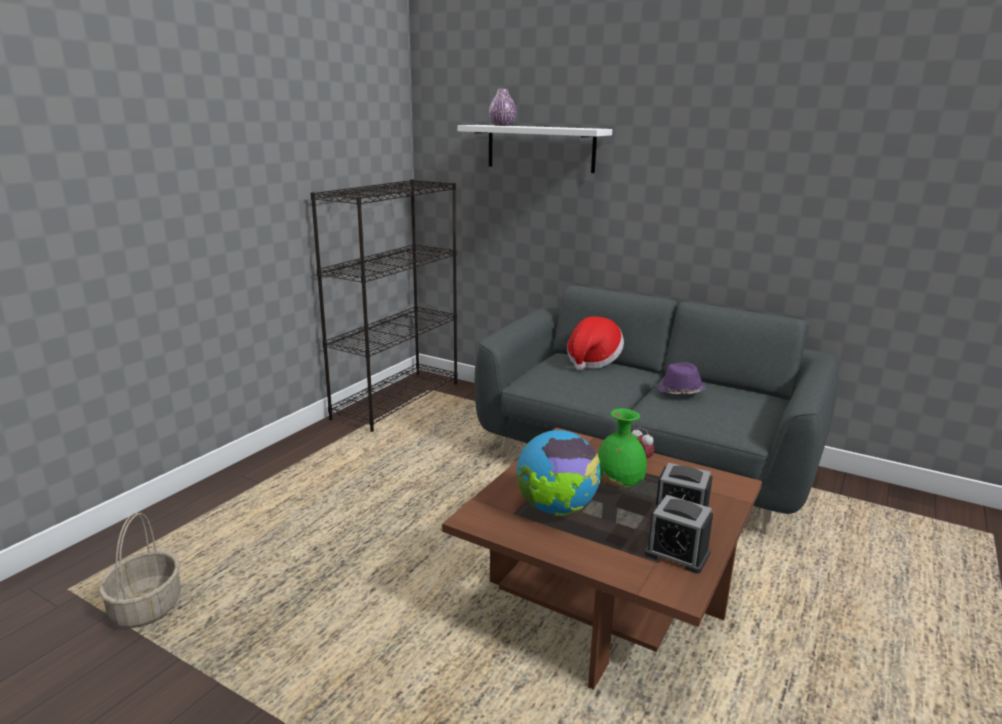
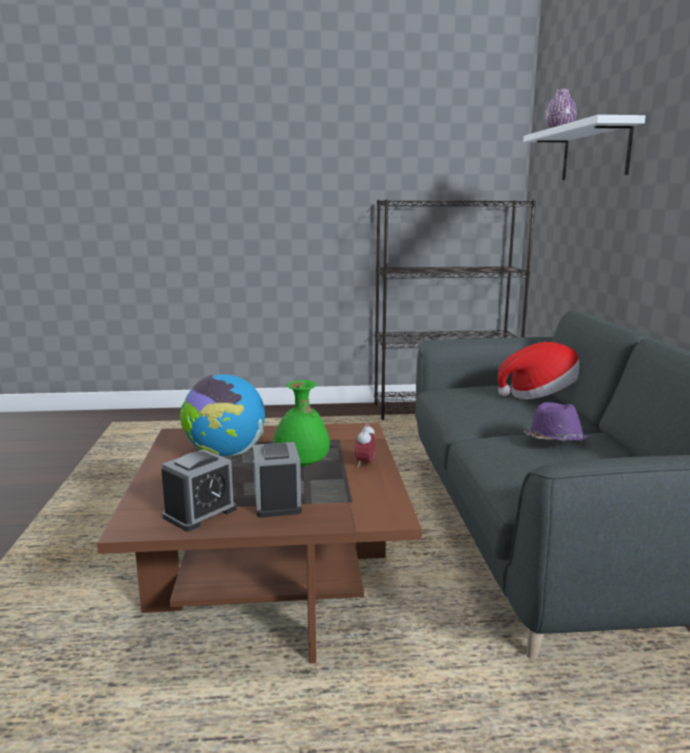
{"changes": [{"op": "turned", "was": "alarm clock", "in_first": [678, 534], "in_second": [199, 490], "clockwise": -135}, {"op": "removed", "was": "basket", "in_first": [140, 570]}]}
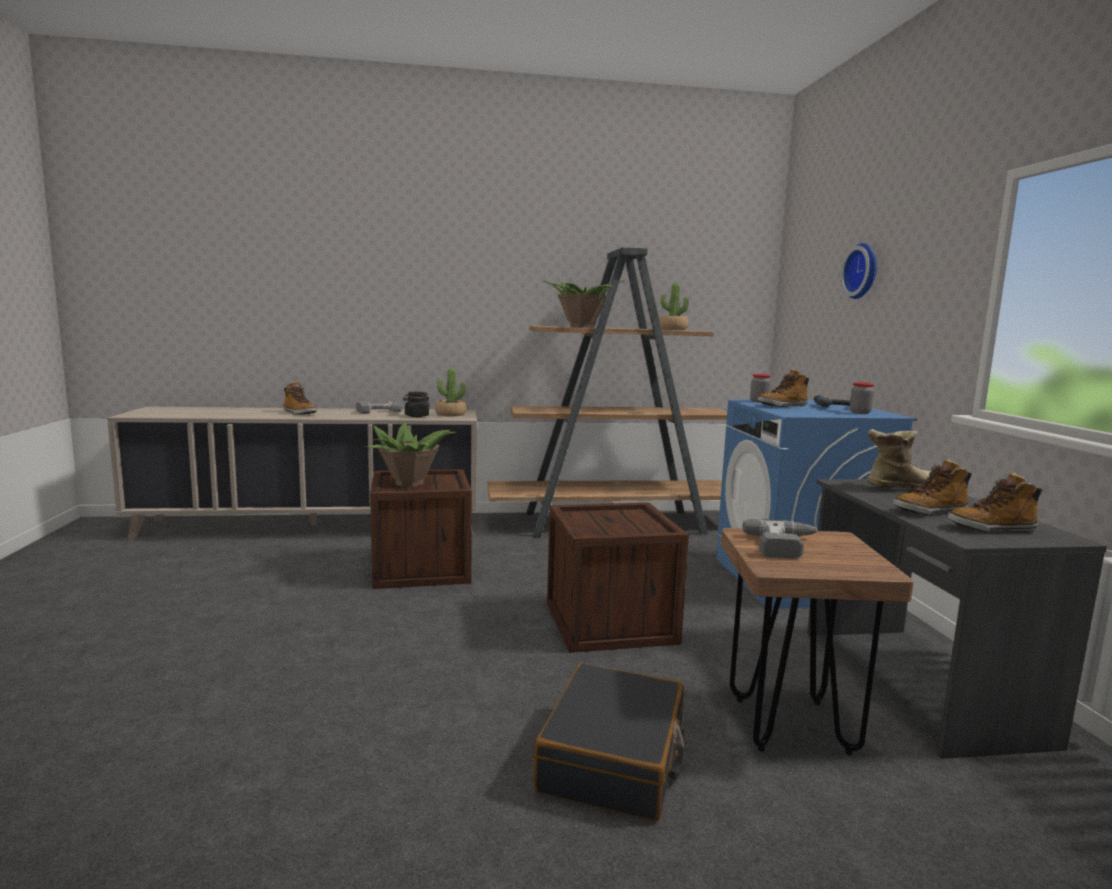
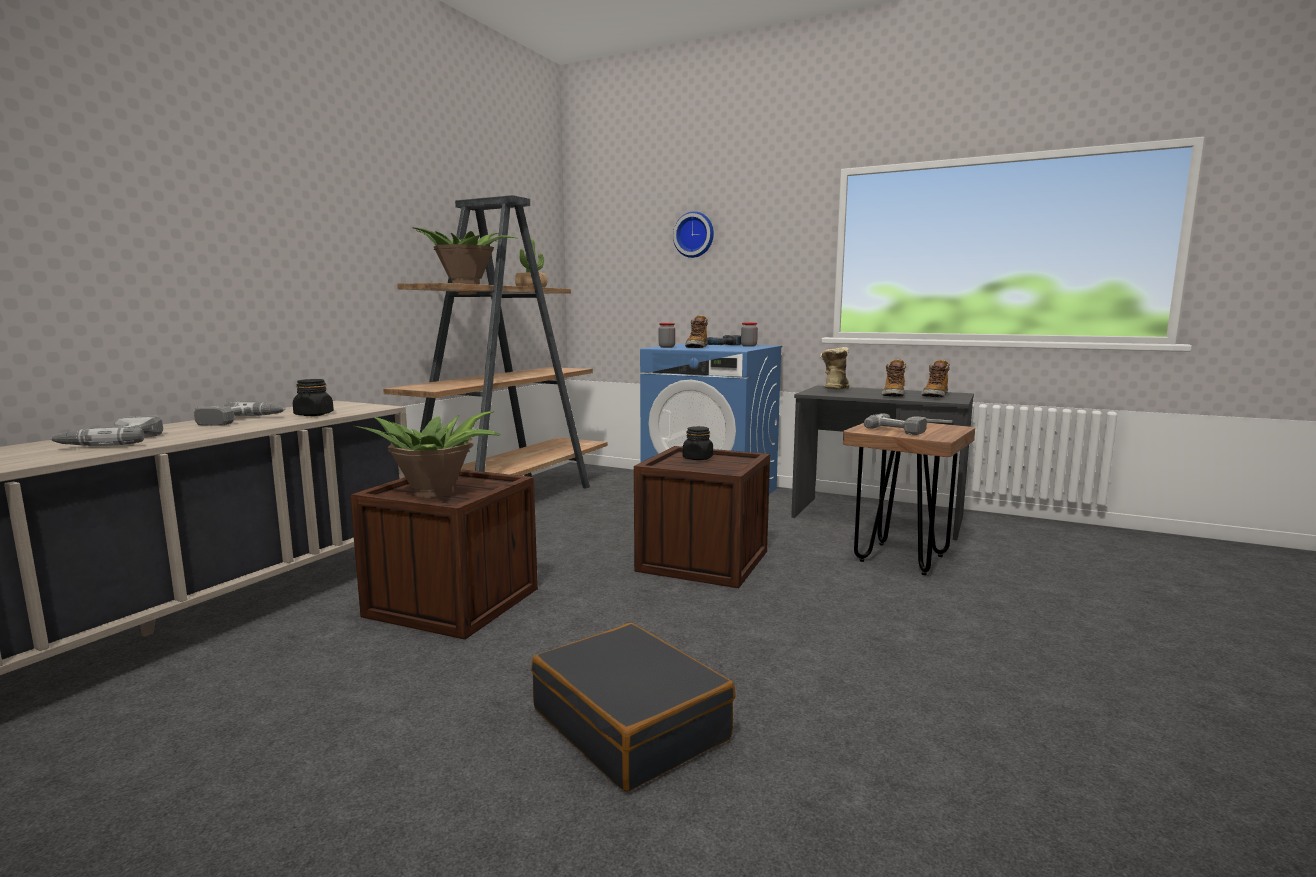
{"changes": [{"op": "removed", "was": "potted plant", "in_first": [451, 392]}, {"op": "replaced", "was": "boot", "now": "power drill", "in_first": [300, 398], "in_second": [106, 431]}, {"op": "moved", "was": "suitcase/black", "in_first": [609, 742], "in_second": [633, 707]}, {"op": "added", "now": "jar/black", "in_second": [698, 443]}]}
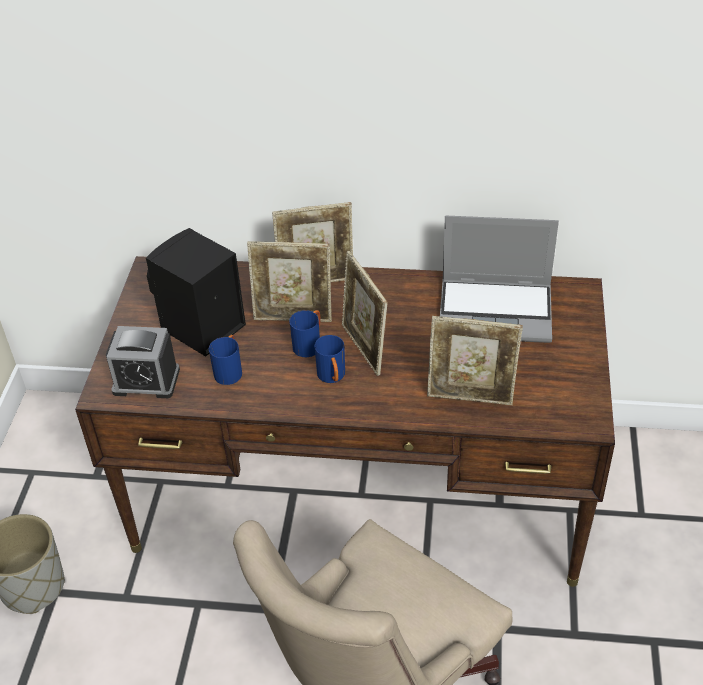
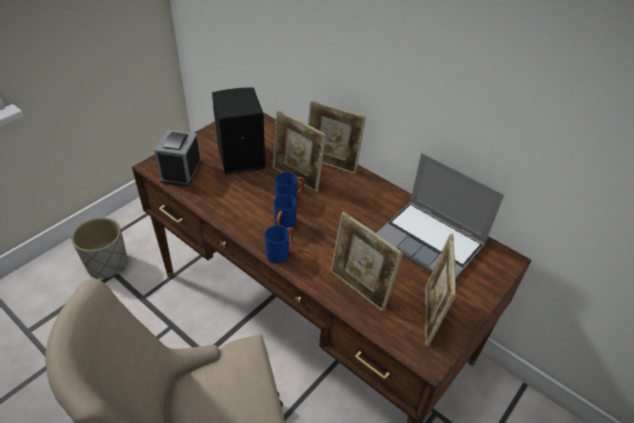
{"changes": [{"op": "moved", "was": "picture frame", "in_first": [364, 313], "in_second": [440, 290]}, {"op": "turned", "was": "alarm clock", "in_first": [143, 362], "in_second": [178, 158], "clockwise": 60}, {"op": "moved", "was": "mug/blue", "in_first": [225, 360], "in_second": [279, 244]}]}
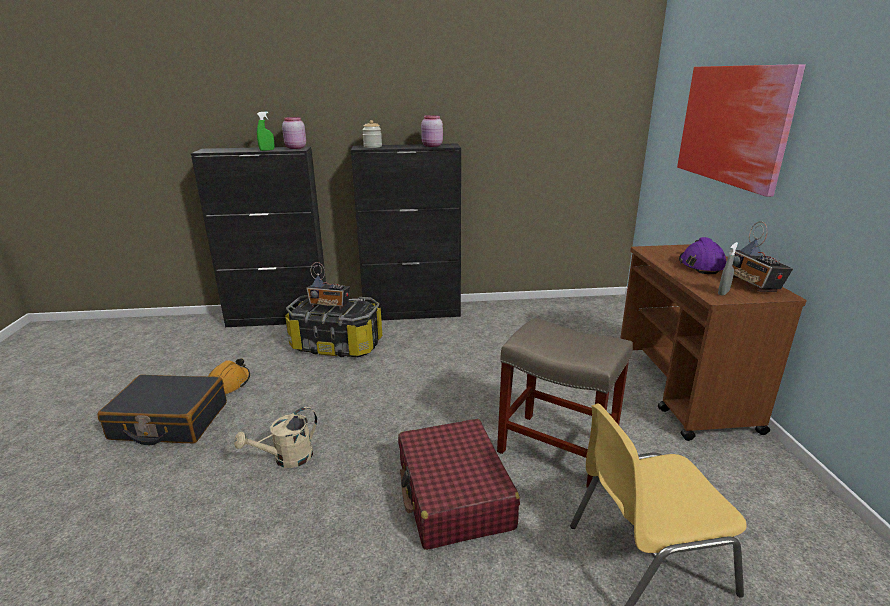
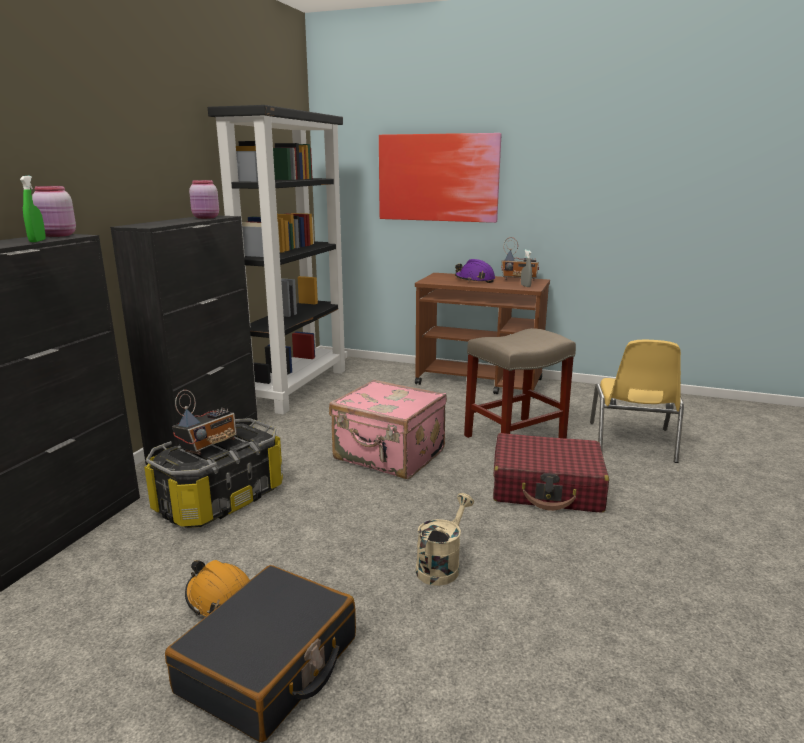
{"changes": [{"op": "removed", "was": "jar", "in_first": [372, 134]}, {"op": "turned", "was": "watering can/beige", "in_first": [275, 437], "in_second": [445, 539], "clockwise": -135}, {"op": "added", "now": "bookcase/black", "in_second": [277, 260]}, {"op": "added", "now": "suitcase/pink", "in_second": [388, 429]}]}
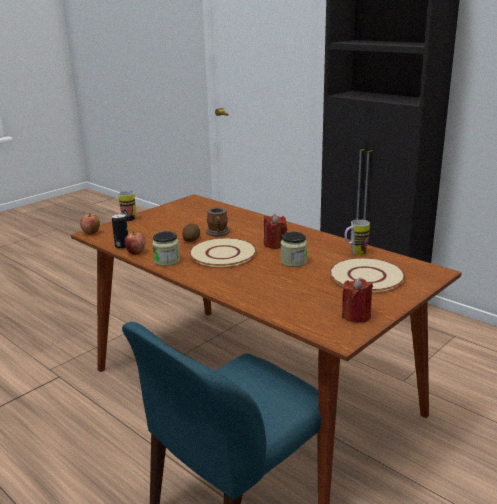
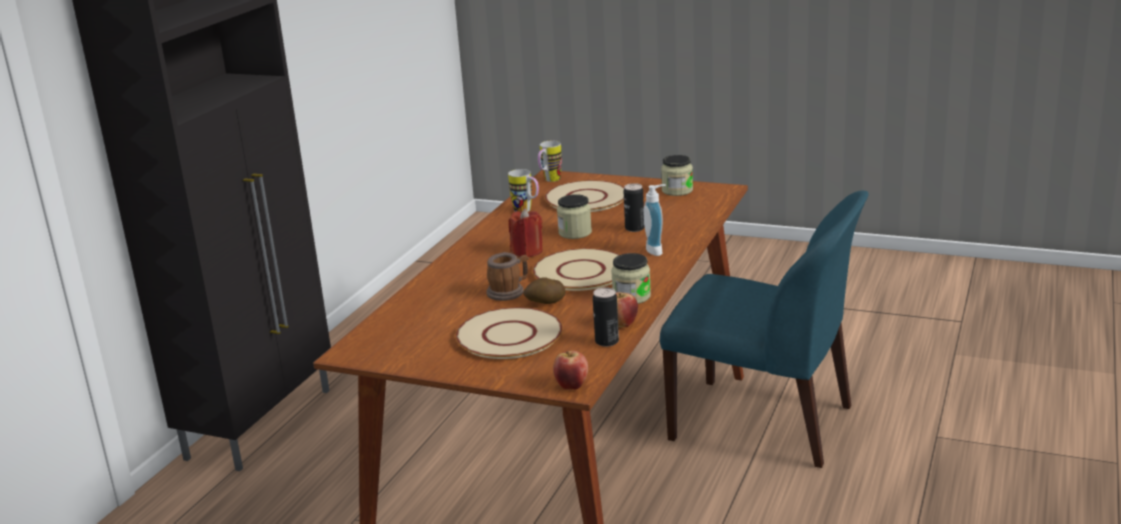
{"changes": [{"op": "moved", "was": "mug", "in_first": [126, 206], "in_second": [550, 161]}, {"op": "replaced", "was": "candle/red", "now": "jar", "in_first": [357, 300], "in_second": [677, 175]}, {"op": "added", "now": "can", "in_second": [634, 207]}, {"op": "added", "now": "soap dispenser", "in_second": [655, 220]}, {"op": "added", "now": "plate/beige", "in_second": [509, 333]}]}
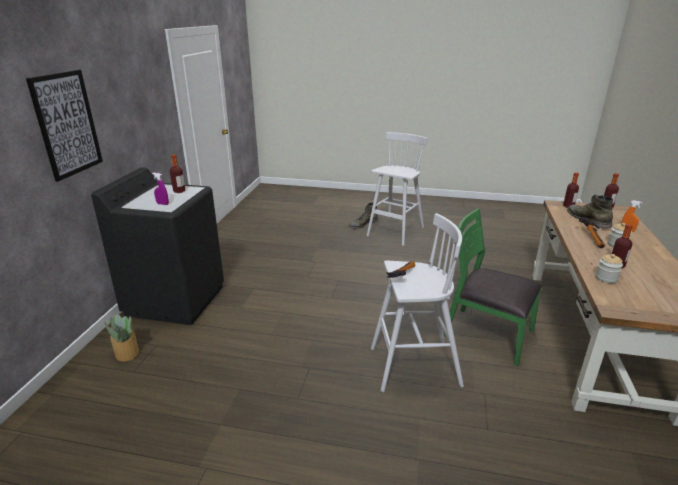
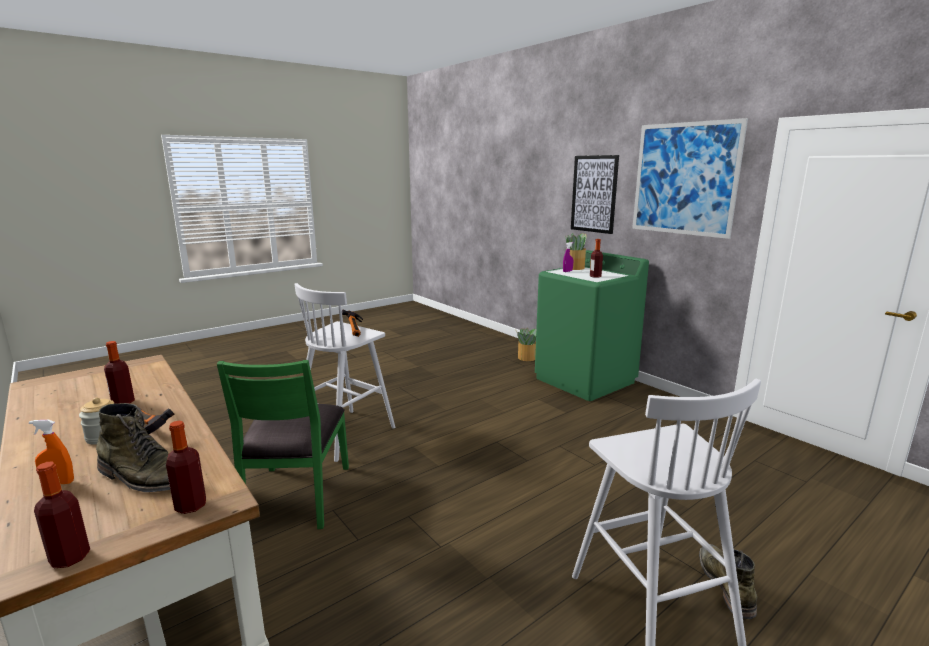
{"changes": [{"op": "recoloured", "was": "washing machine/black", "now": "washing machine/green", "in_first": [157, 246], "in_second": [592, 325]}, {"op": "turned", "was": "chair/green", "in_first": [492, 287], "in_second": [283, 444], "clockwise": 105}, {"op": "removed", "was": "jar", "in_first": [609, 269]}, {"op": "added", "now": "picture", "in_second": [690, 178]}, {"op": "added", "now": "potted plant", "in_second": [576, 251]}]}
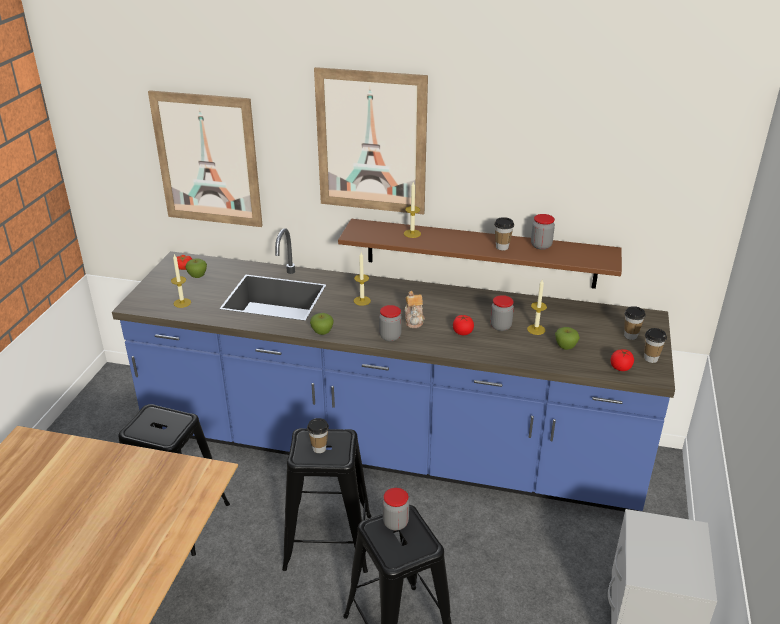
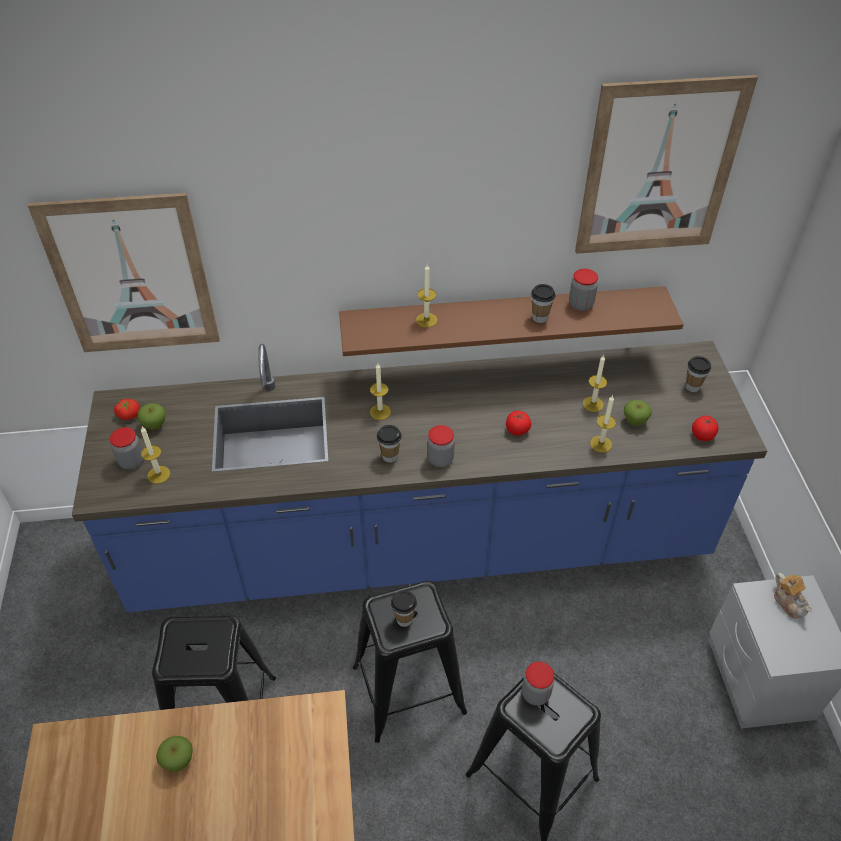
{"changes": [{"op": "moved", "was": "picture", "in_first": [371, 140], "in_second": [666, 164]}, {"op": "moved", "was": "teapot", "in_first": [415, 309], "in_second": [793, 596]}, {"op": "moved", "was": "jar", "in_first": [502, 313], "in_second": [126, 448]}, {"op": "moved", "was": "apple", "in_first": [322, 324], "in_second": [174, 754]}, {"op": "moved", "was": "cup", "in_first": [655, 345], "in_second": [389, 444]}, {"op": "added", "now": "candle", "in_second": [603, 424]}]}
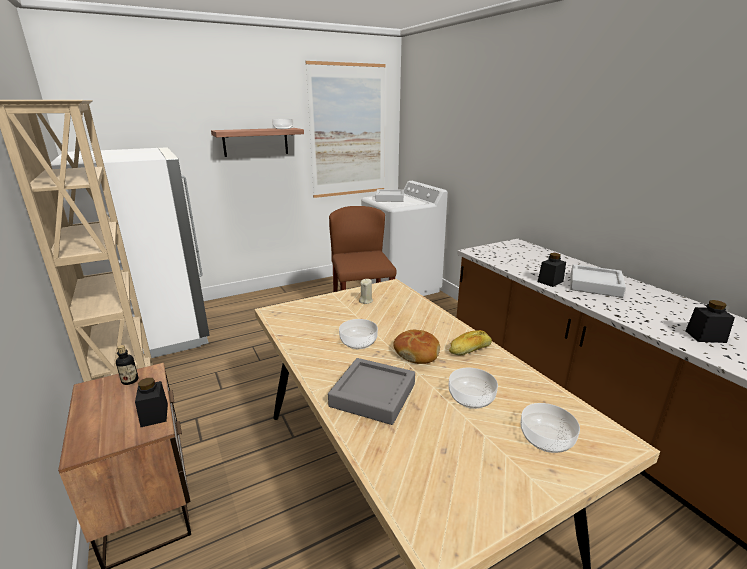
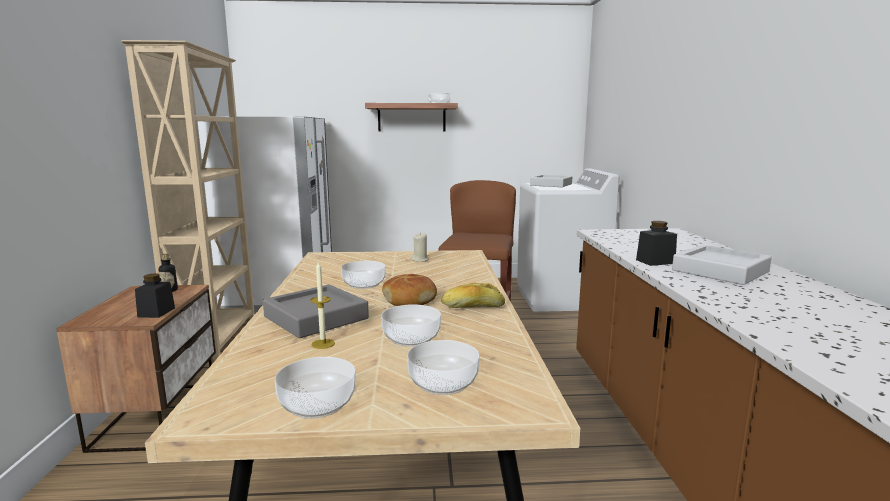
{"changes": [{"op": "removed", "was": "picture", "in_first": [346, 129]}, {"op": "removed", "was": "jar/black", "in_first": [710, 321]}, {"op": "added", "now": "candle", "in_second": [322, 305]}, {"op": "added", "now": "bowl", "in_second": [315, 388]}]}
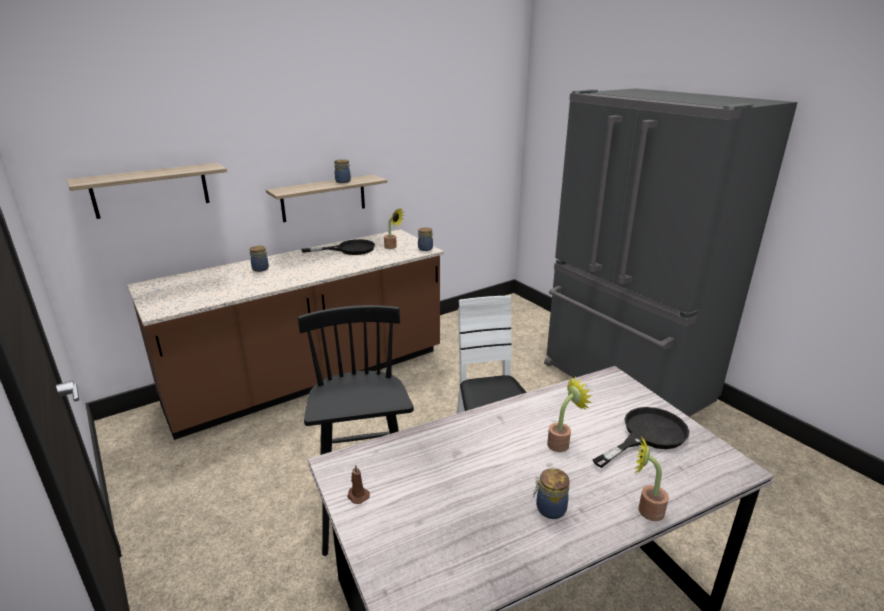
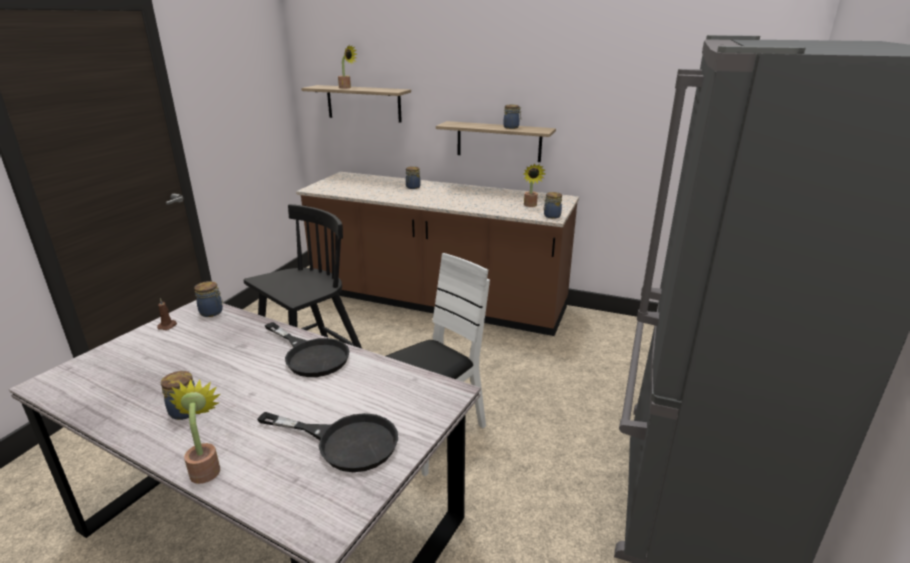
{"changes": [{"op": "moved", "was": "frying pan/black", "in_first": [338, 247], "in_second": [307, 349]}, {"op": "moved", "was": "potted plant", "in_first": [569, 414], "in_second": [347, 66]}, {"op": "added", "now": "jar", "in_second": [208, 299]}]}
